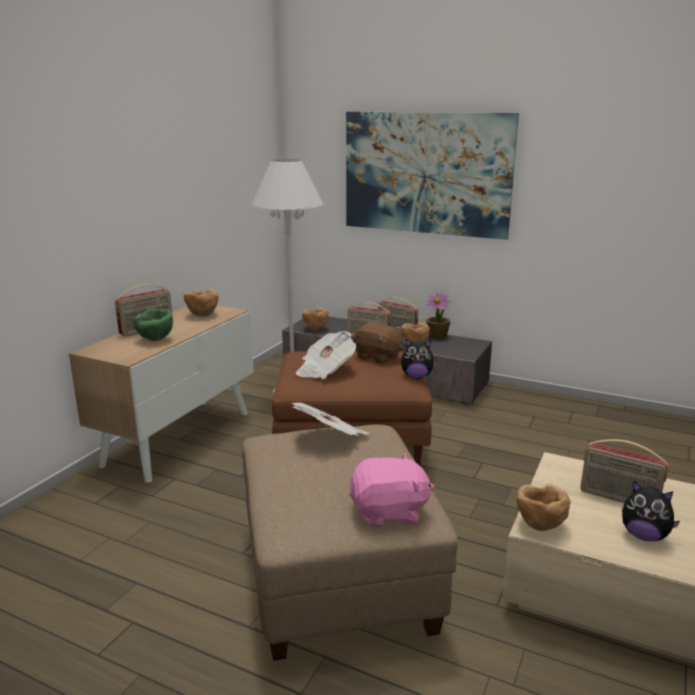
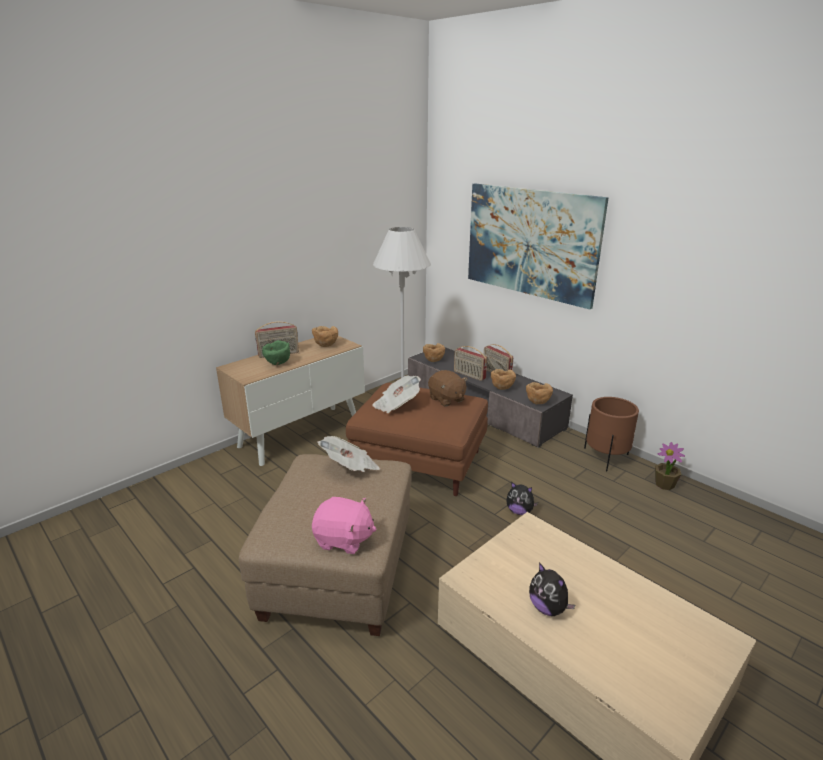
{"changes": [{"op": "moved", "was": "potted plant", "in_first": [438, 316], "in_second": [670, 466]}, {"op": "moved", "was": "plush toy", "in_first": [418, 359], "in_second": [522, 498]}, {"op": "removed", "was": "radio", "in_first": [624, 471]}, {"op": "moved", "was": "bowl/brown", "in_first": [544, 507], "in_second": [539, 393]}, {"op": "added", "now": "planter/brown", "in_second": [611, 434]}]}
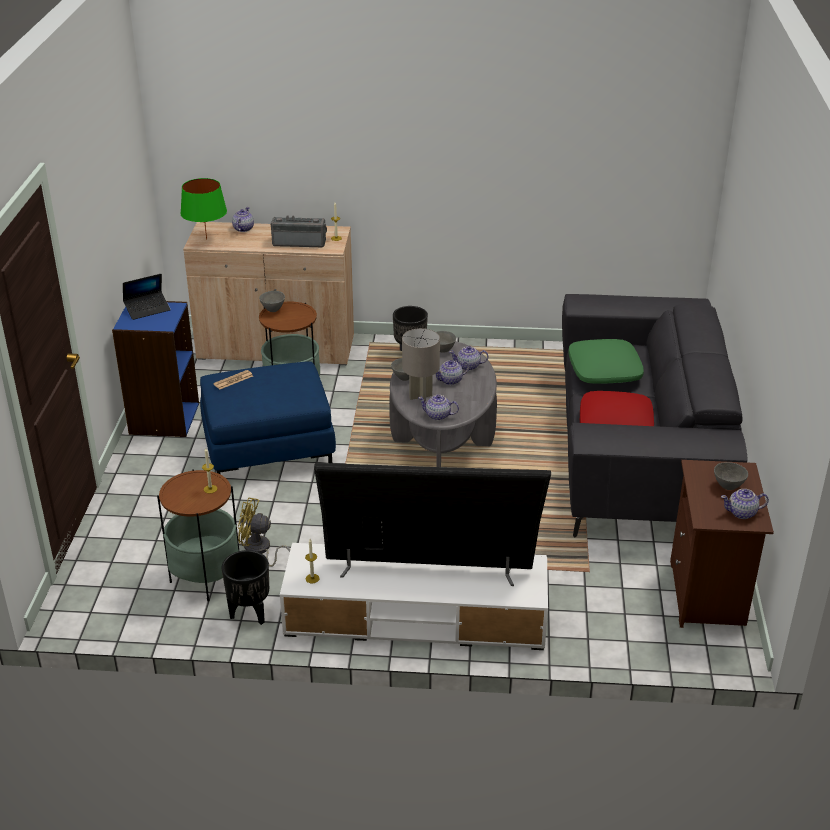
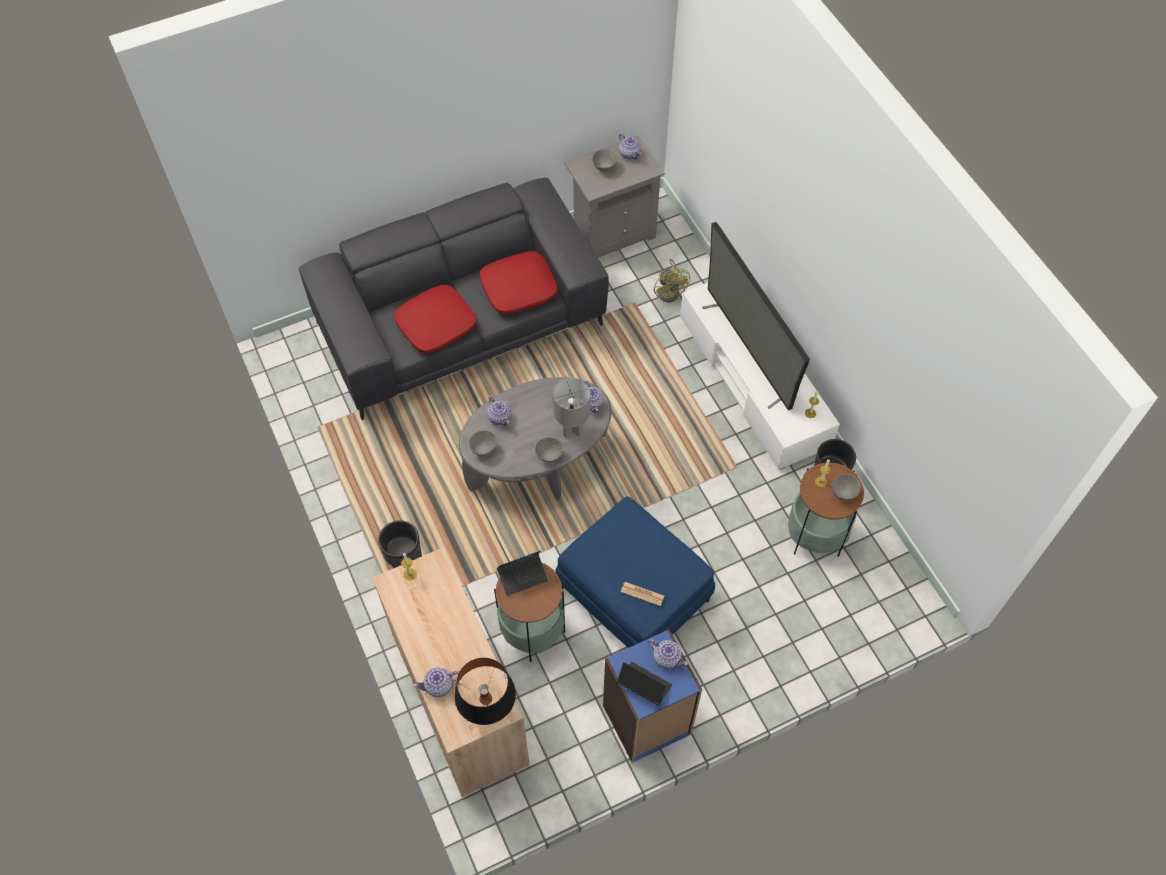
{"changes": [{"op": "recoloured", "was": "table lamp/green", "now": "table lamp/black", "in_first": [203, 209], "in_second": [485, 691]}, {"op": "removed", "was": "radio", "in_first": [298, 231]}, {"op": "moved", "was": "bowl/grey", "in_first": [272, 301], "in_second": [846, 487]}, {"op": "recoloured", "was": "pillow/green", "now": "pillow/red", "in_first": [606, 361], "in_second": [435, 319]}, {"op": "moved", "was": "teapot", "in_first": [452, 372], "in_second": [668, 654]}, {"op": "recoloured", "was": "nightstand/brown", "now": "nightstand/grey", "in_first": [722, 544], "in_second": [614, 196]}, {"op": "moved", "was": "fan/yellow", "in_first": [264, 532], "in_second": [672, 281]}, {"op": "added", "now": "laptop", "in_second": [522, 573]}]}
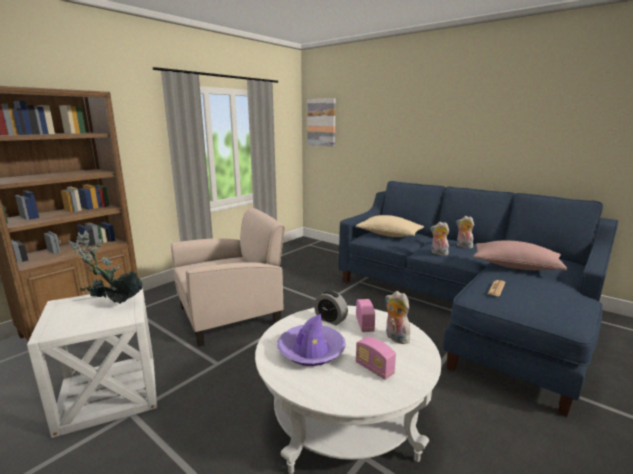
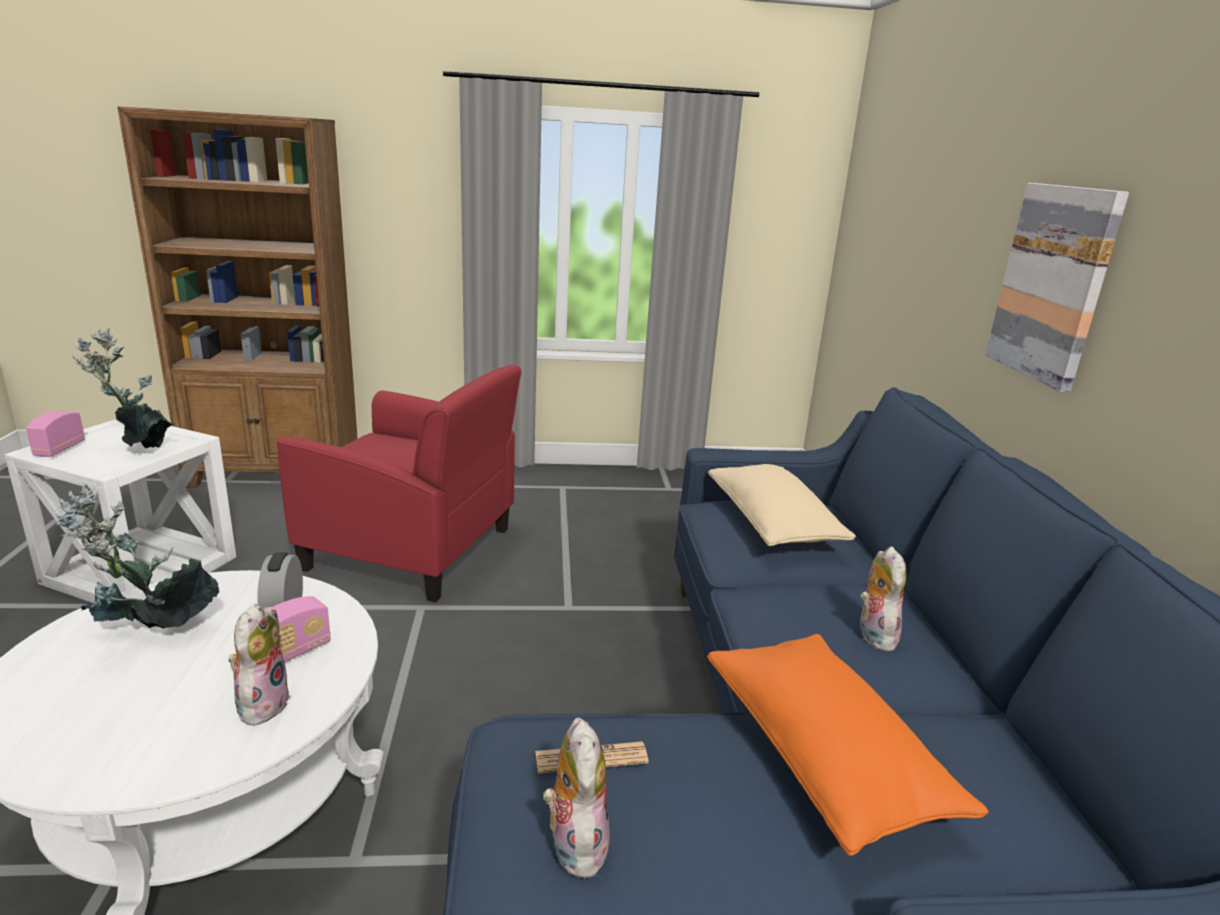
{"changes": [{"op": "moved", "was": "picture", "in_first": [321, 122], "in_second": [1057, 288]}, {"op": "recoloured", "was": "armchair/beige", "now": "armchair/red", "in_first": [228, 277], "in_second": [399, 483]}, {"op": "moved", "was": "plush toy", "in_first": [440, 239], "in_second": [576, 798]}, {"op": "recoloured", "was": "pillow/pink", "now": "pillow/orange", "in_first": [520, 255], "in_second": [847, 745]}, {"op": "replaced", "was": "hat/purple", "now": "potted plant", "in_first": [311, 340], "in_second": [136, 557]}, {"op": "moved", "was": "radio", "in_first": [376, 358], "in_second": [55, 434]}]}
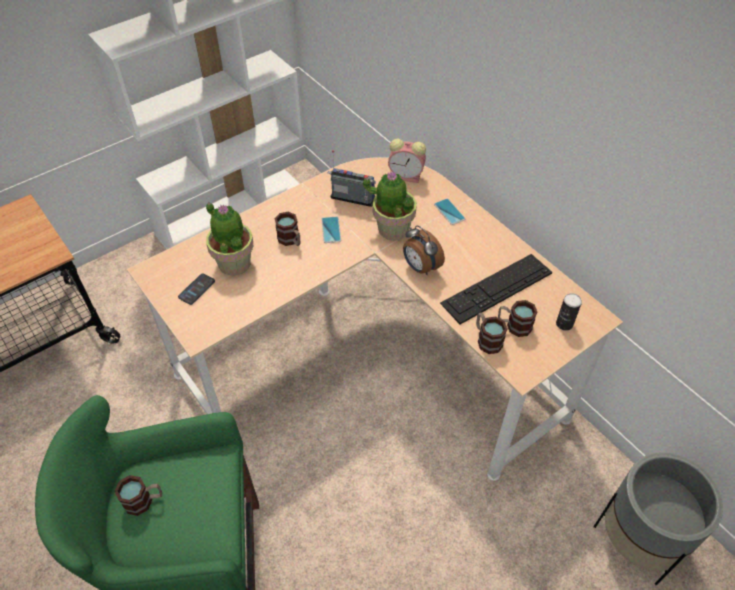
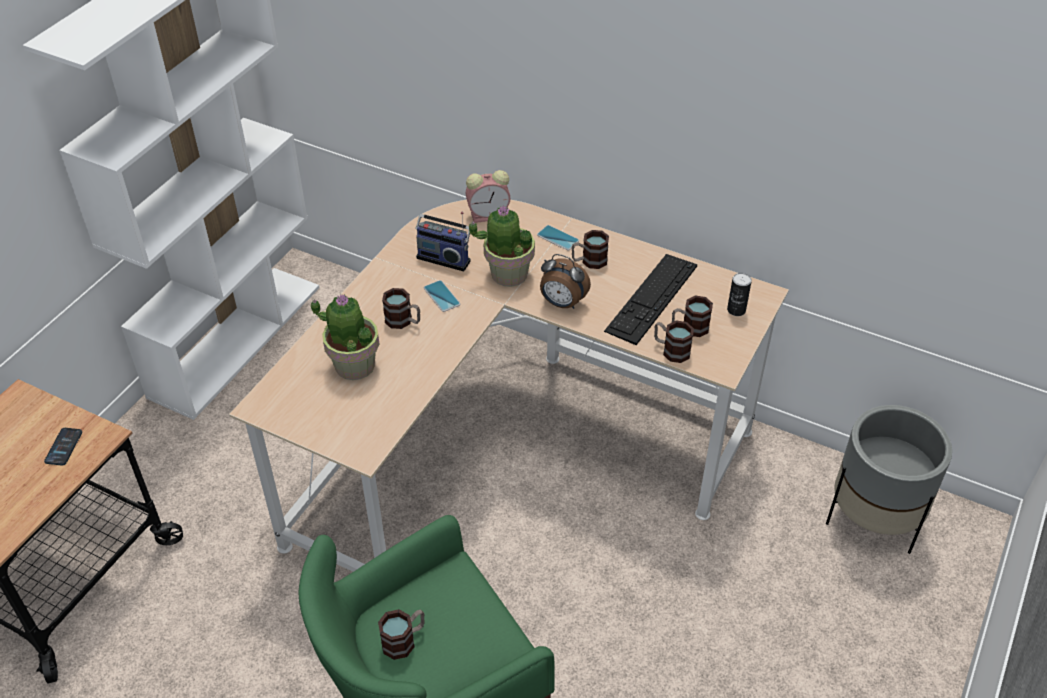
{"changes": [{"op": "turned", "was": "radio", "in_first": [352, 178], "in_second": [443, 241], "clockwise": -150}, {"op": "moved", "was": "phone", "in_first": [196, 289], "in_second": [63, 446]}, {"op": "added", "now": "mug", "in_second": [590, 249]}]}
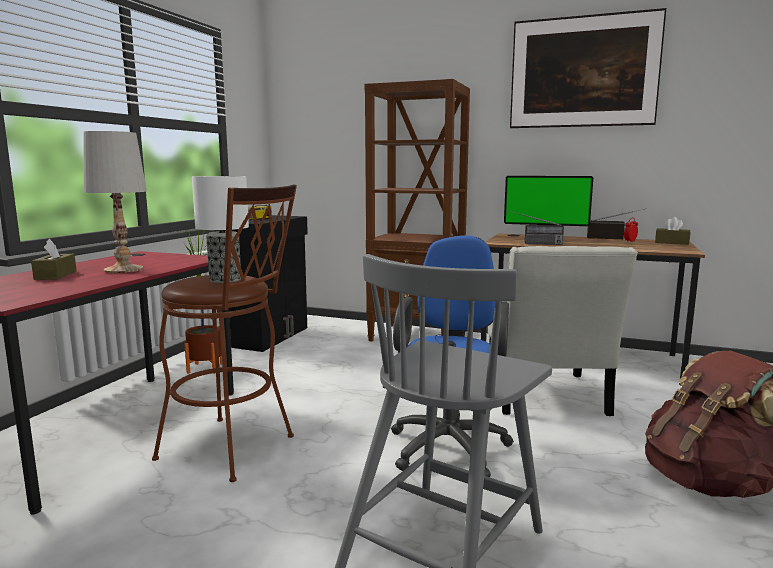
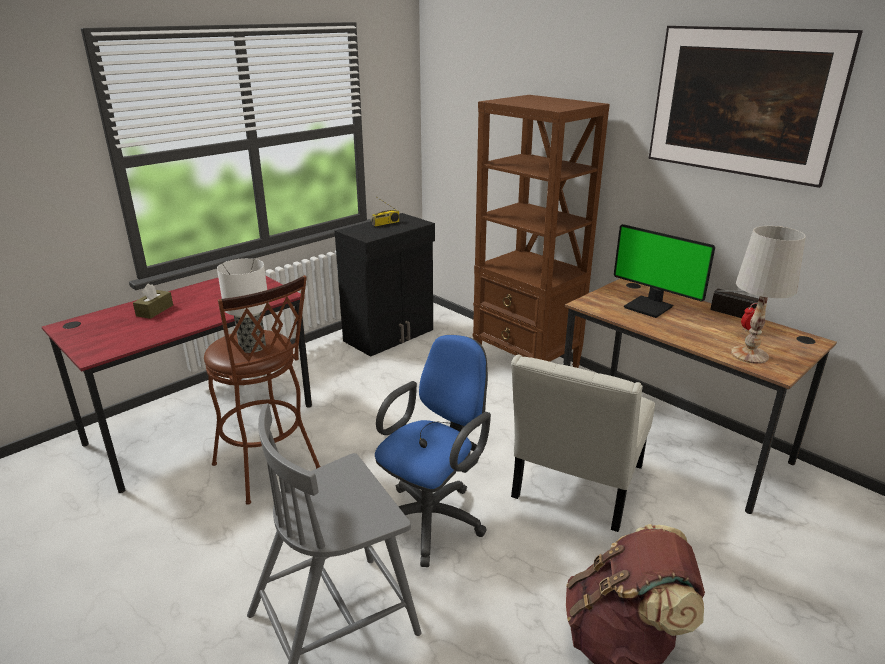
{"changes": [{"op": "moved", "was": "table lamp/white", "in_first": [115, 202], "in_second": [768, 295]}, {"op": "removed", "was": "radio", "in_first": [535, 227]}, {"op": "removed", "was": "tissue box/brown", "in_first": [672, 231]}, {"op": "removed", "was": "potted plant", "in_first": [200, 301]}]}
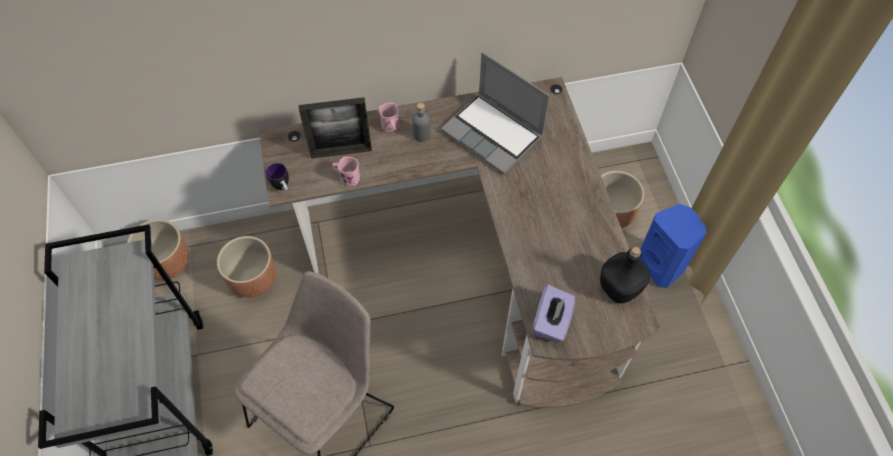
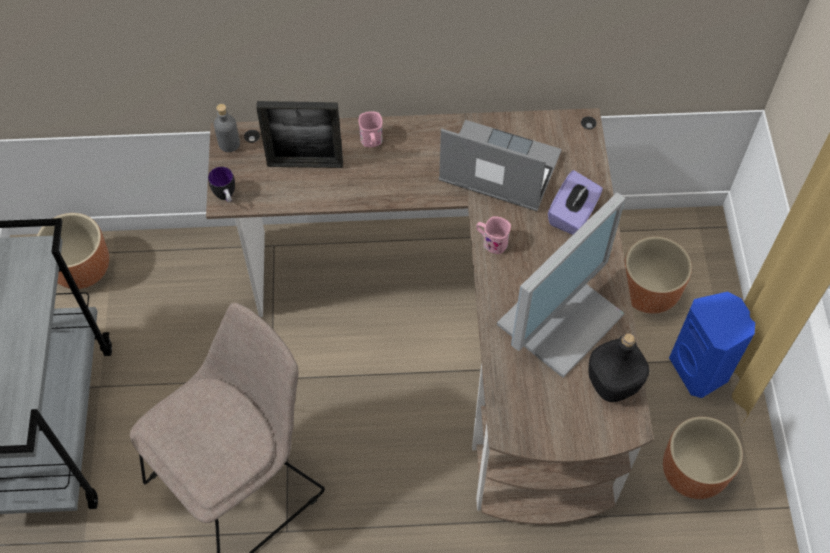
{"changes": [{"op": "turned", "was": "laptop", "in_first": [495, 113], "in_second": [500, 165], "clockwise": 150}, {"op": "moved", "was": "bottle/grey", "in_first": [421, 122], "in_second": [227, 128]}, {"op": "moved", "was": "mug/pink", "in_first": [346, 171], "in_second": [493, 235]}, {"op": "moved", "was": "planter/brown", "in_first": [246, 267], "in_second": [703, 458]}, {"op": "moved", "was": "tissue box/purple", "in_first": [554, 314], "in_second": [575, 202]}, {"op": "added", "now": "monitor", "in_second": [561, 285]}]}
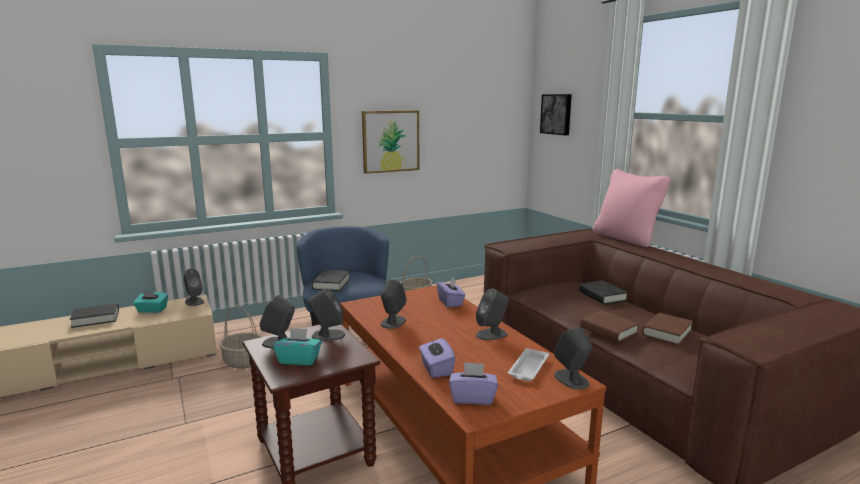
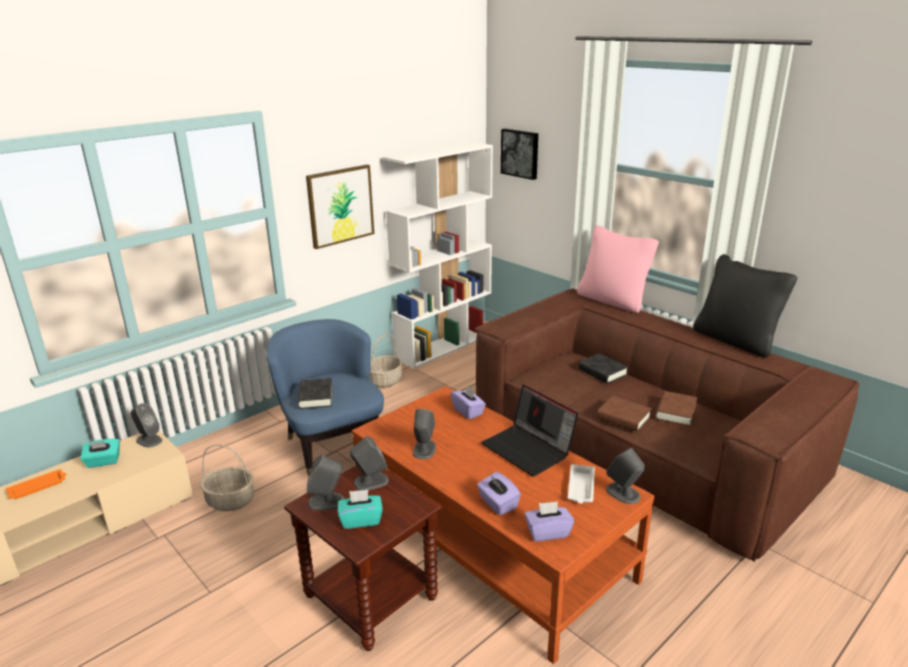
{"changes": [{"op": "replaced", "was": "speaker/grey", "now": "laptop", "in_first": [492, 314], "in_second": [529, 431]}, {"op": "replaced", "was": "book/black", "now": "tray/orange", "in_first": [94, 315], "in_second": [36, 484]}, {"op": "added", "now": "bookcase/white", "in_second": [438, 255]}, {"op": "added", "now": "pillow/black", "in_second": [745, 306]}]}
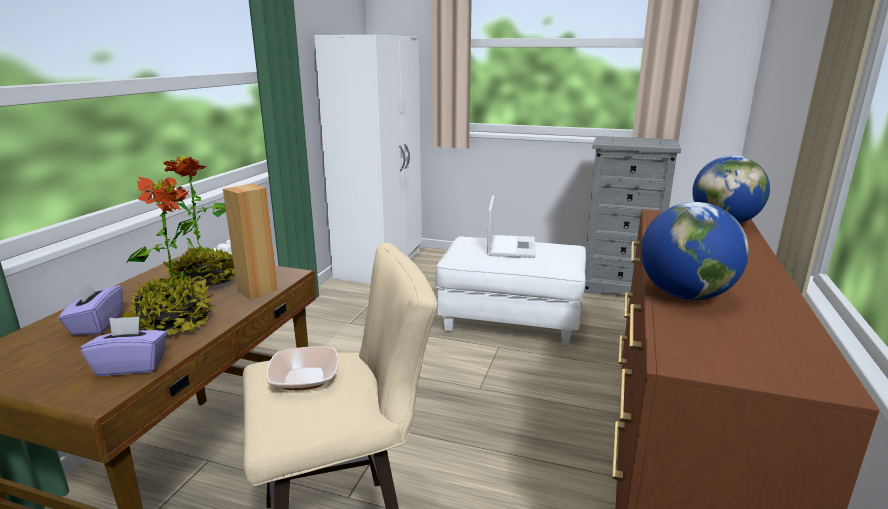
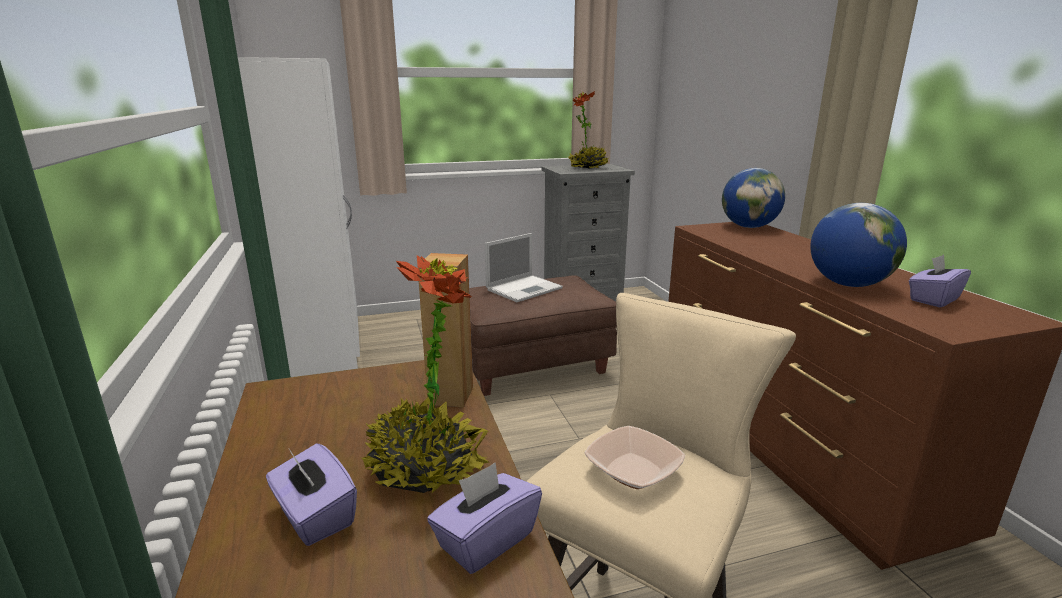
{"changes": [{"op": "moved", "was": "potted plant", "in_first": [193, 221], "in_second": [589, 130]}, {"op": "turned", "was": "laptop", "in_first": [511, 226], "in_second": [524, 267], "clockwise": 75}, {"op": "recoloured", "was": "ottoman/white", "now": "ottoman/brown", "in_first": [510, 291], "in_second": [543, 335]}, {"op": "added", "now": "tissue box/purple", "in_second": [940, 280]}]}
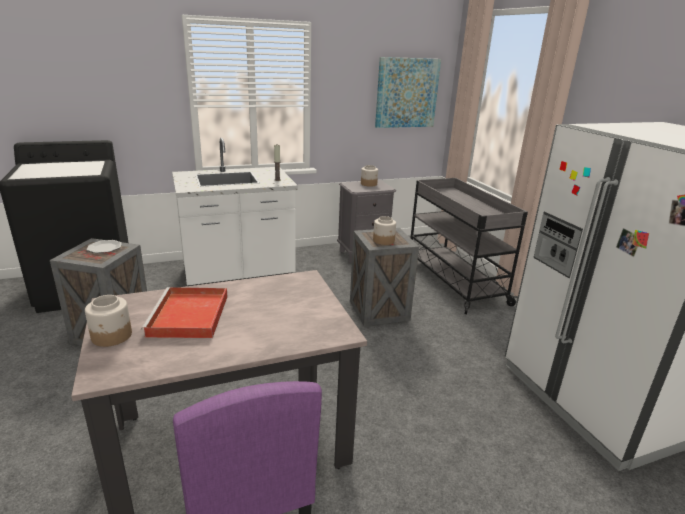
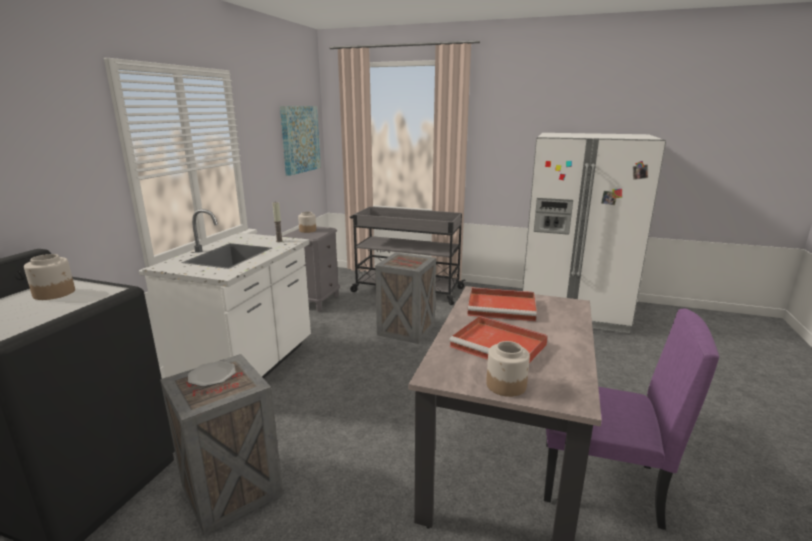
{"changes": [{"op": "moved", "was": "jar", "in_first": [384, 230], "in_second": [49, 277]}, {"op": "added", "now": "tray/red", "in_second": [502, 304]}]}
